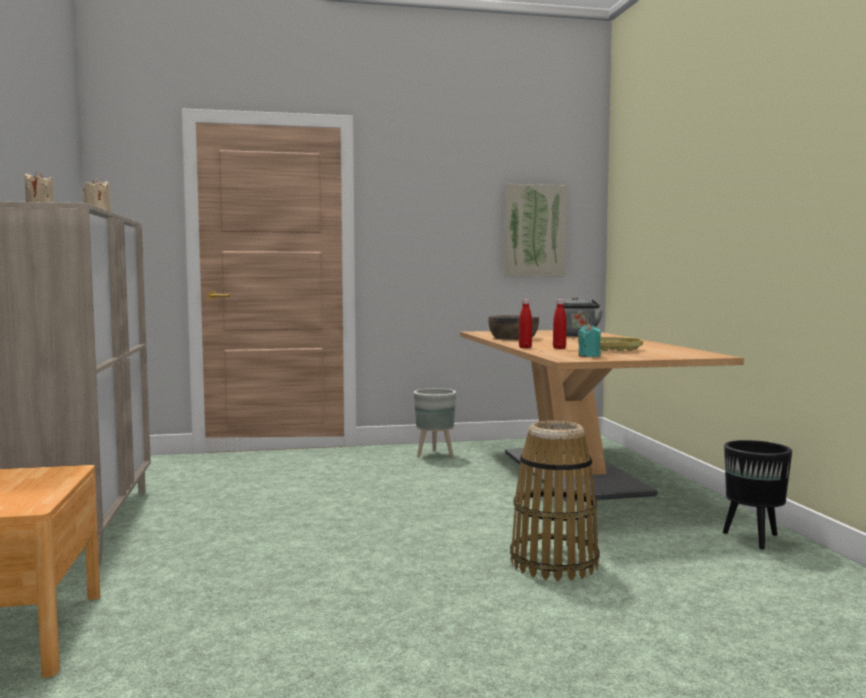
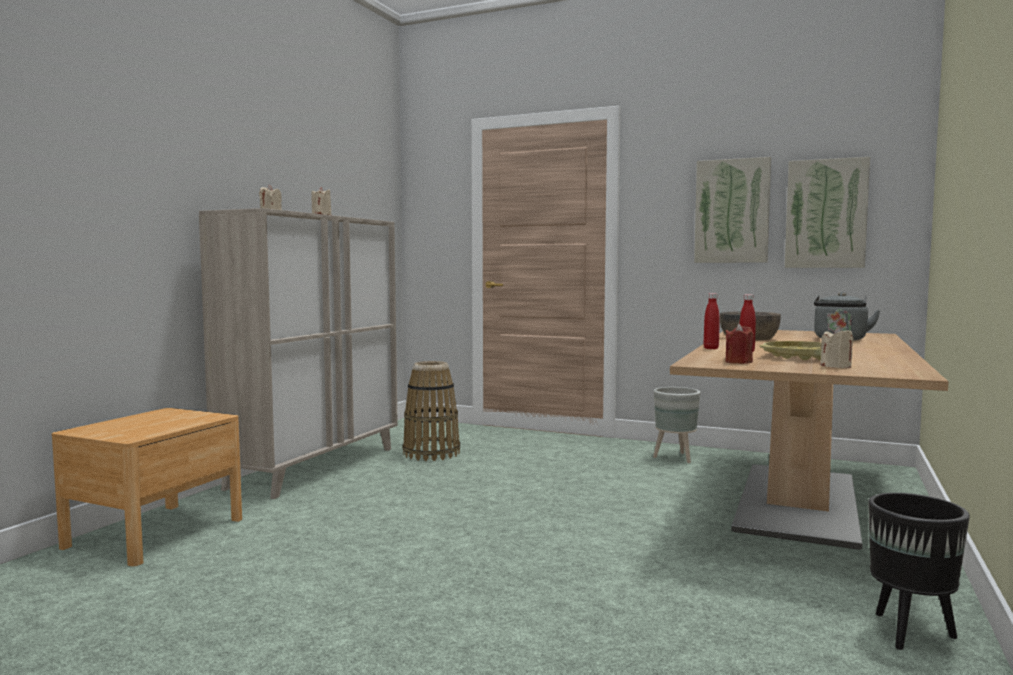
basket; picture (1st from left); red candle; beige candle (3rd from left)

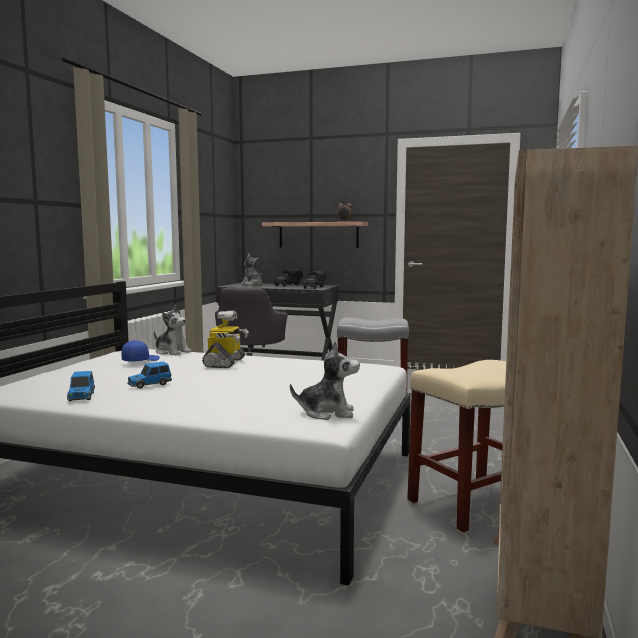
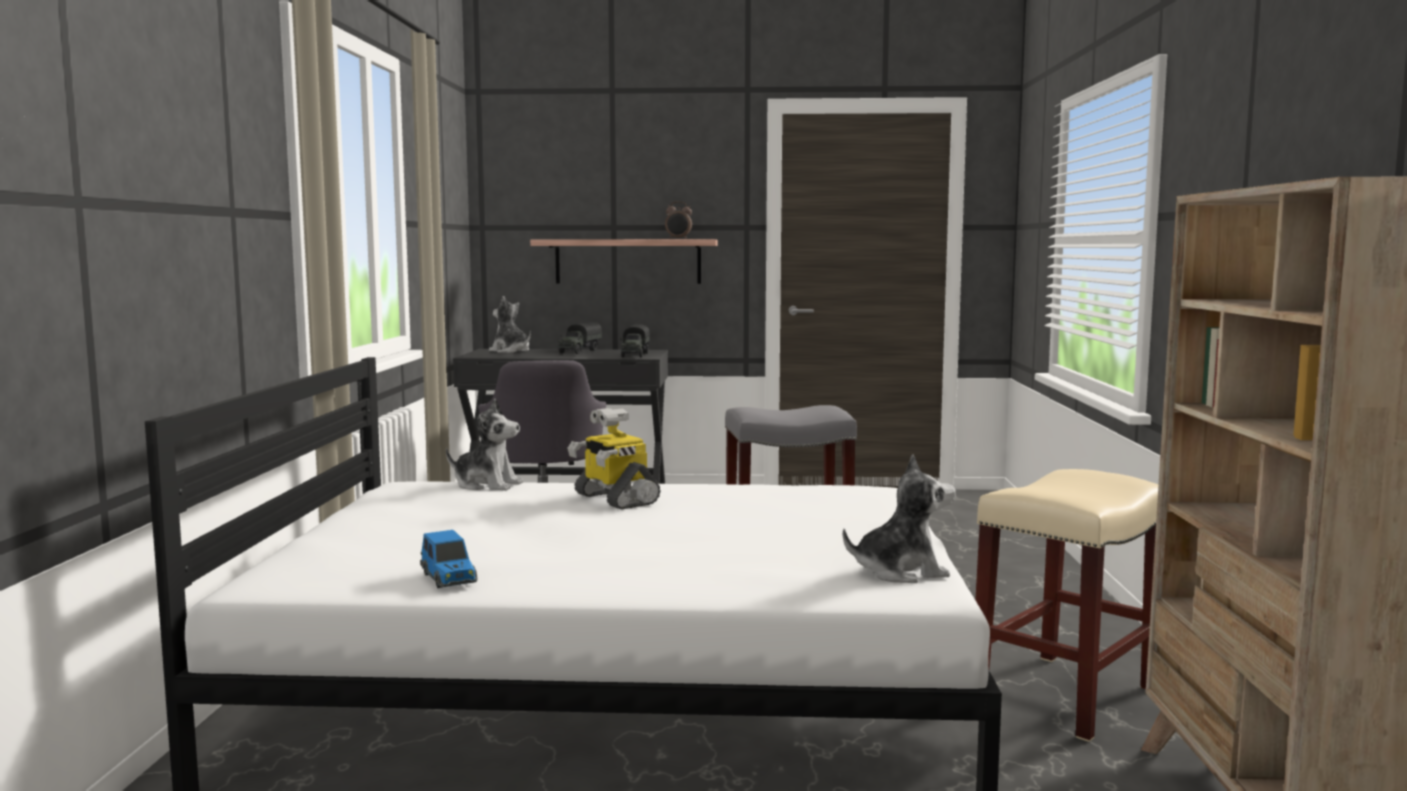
toy robot; blue cap; toy car (2nd from left in the first image)

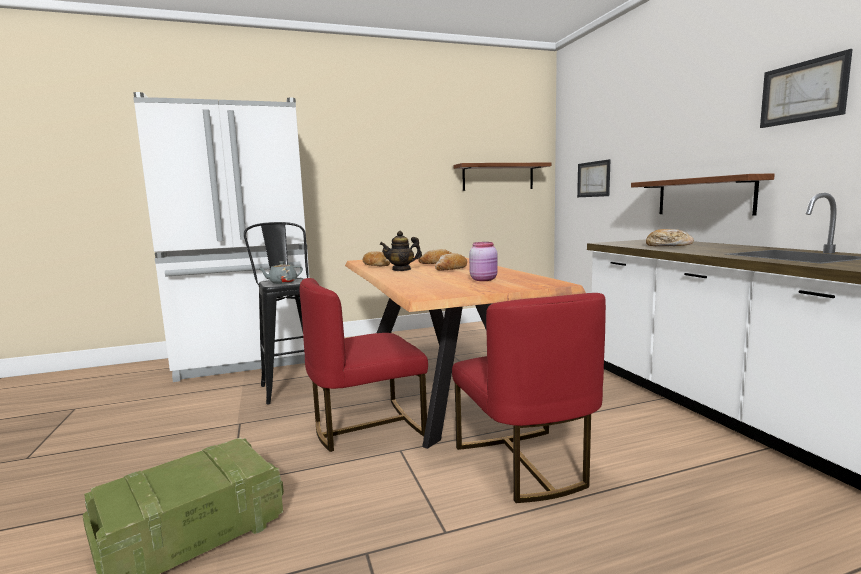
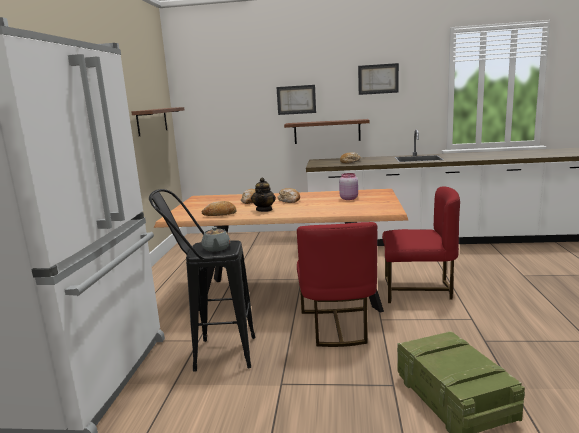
picture (1st from left)

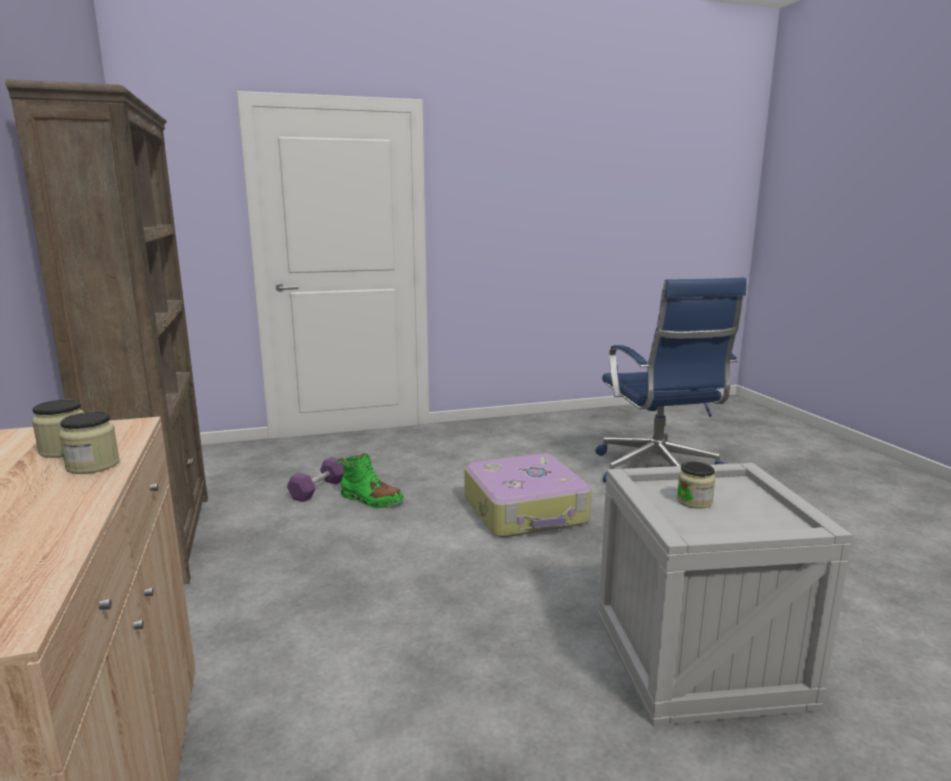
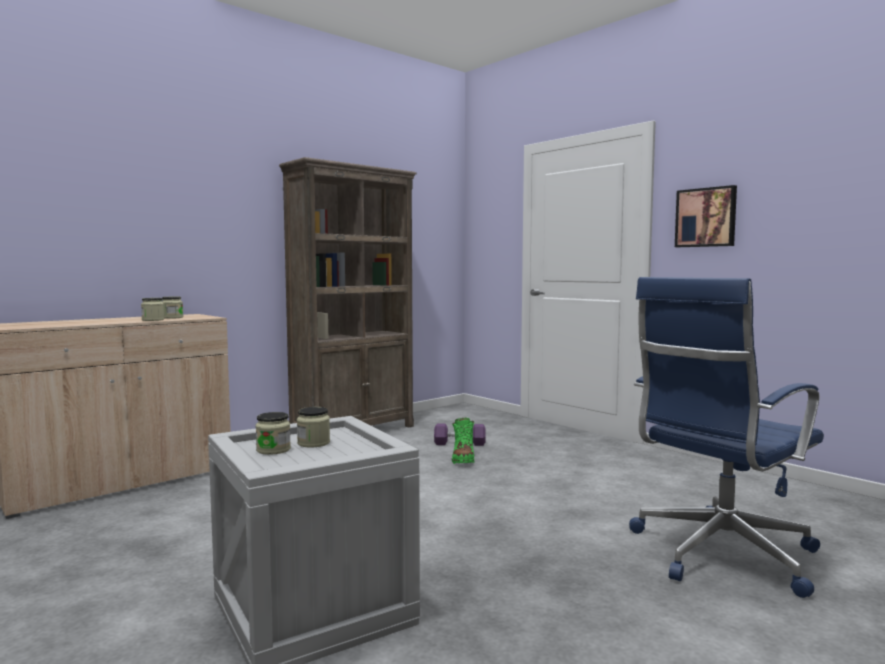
jar (3rd from left); picture; suitcase

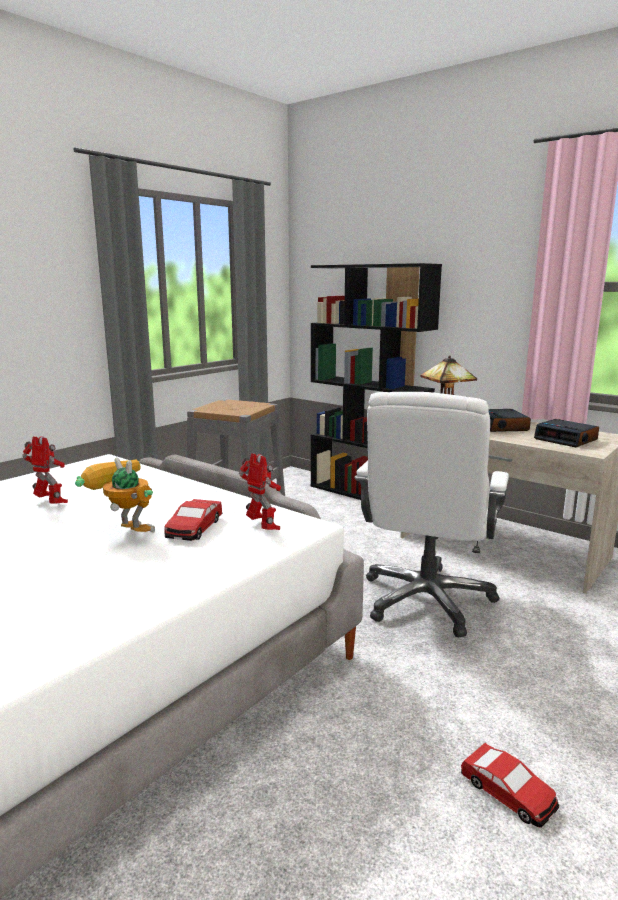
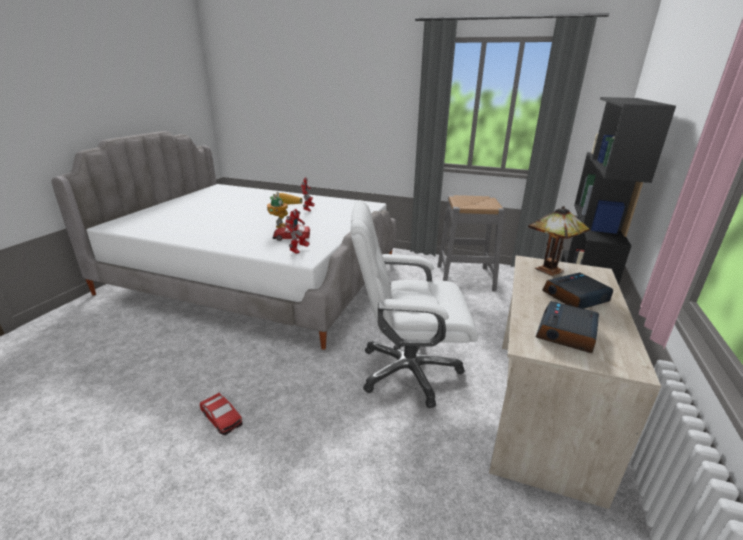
toy car (1st from left)

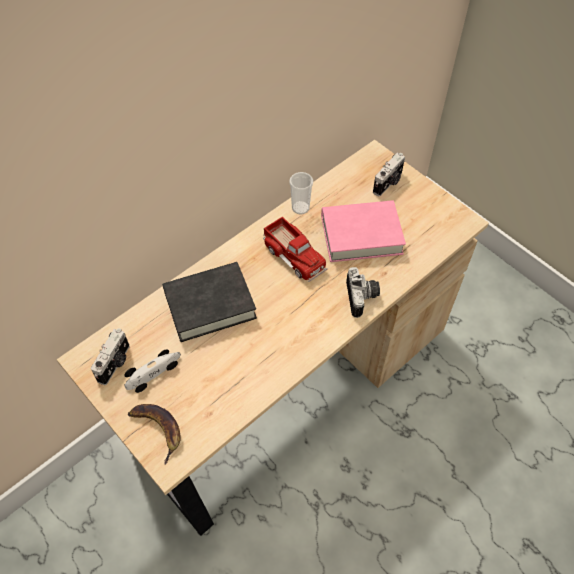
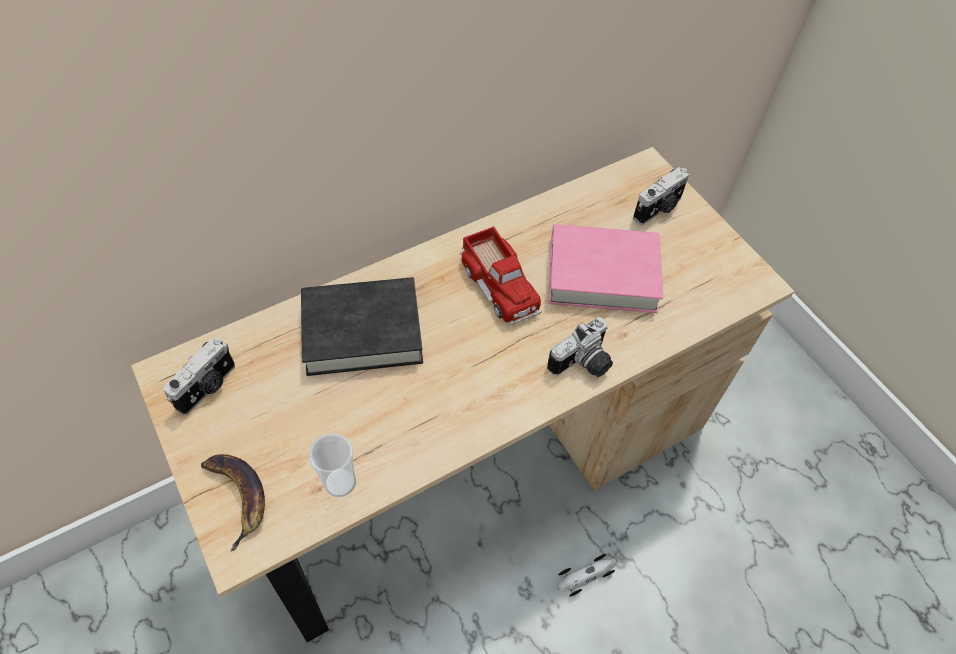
cup; photo camera (2nd from left); toy car

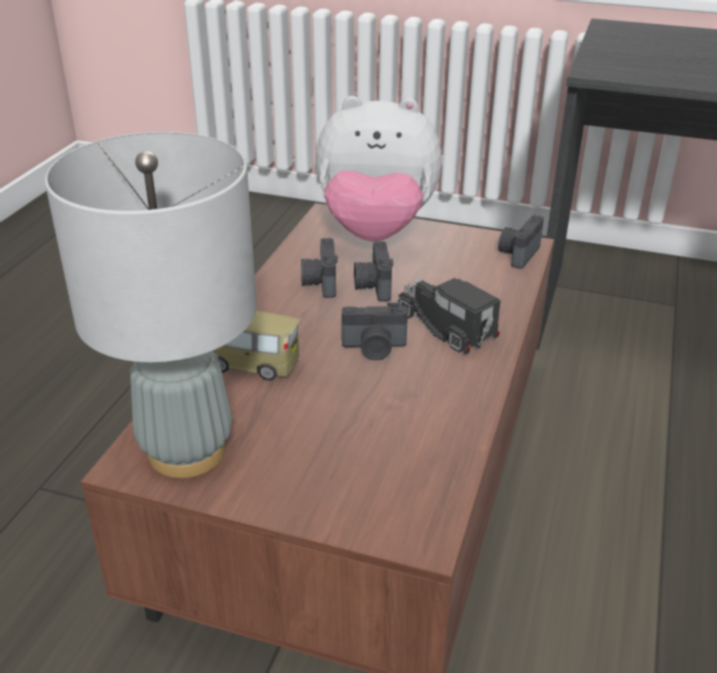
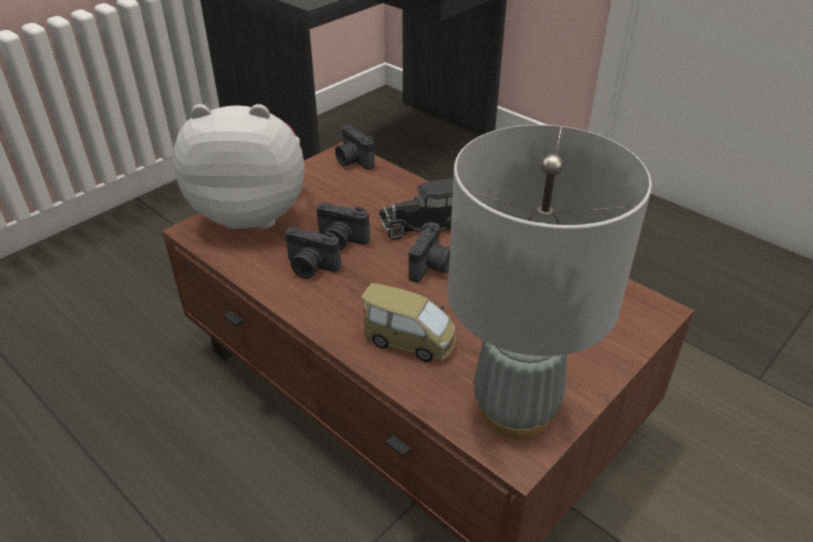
plush toy; toy car

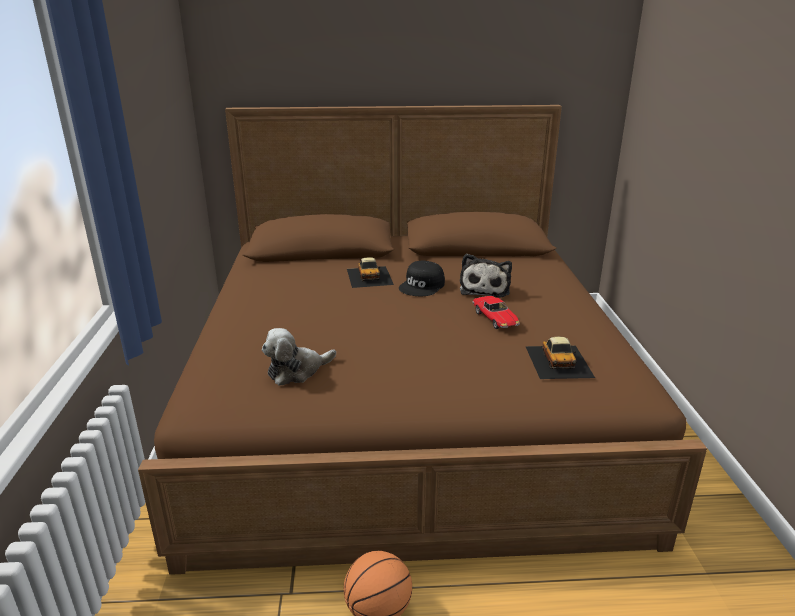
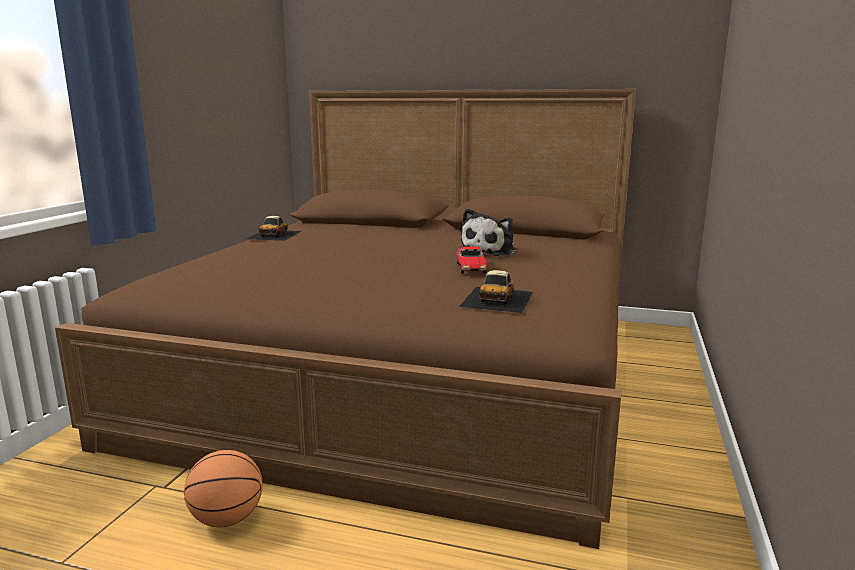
toy car (1st from left); plush toy (1st from left in the first image); black cap

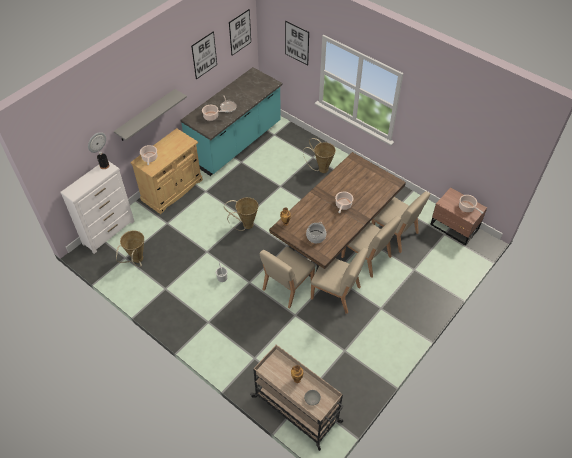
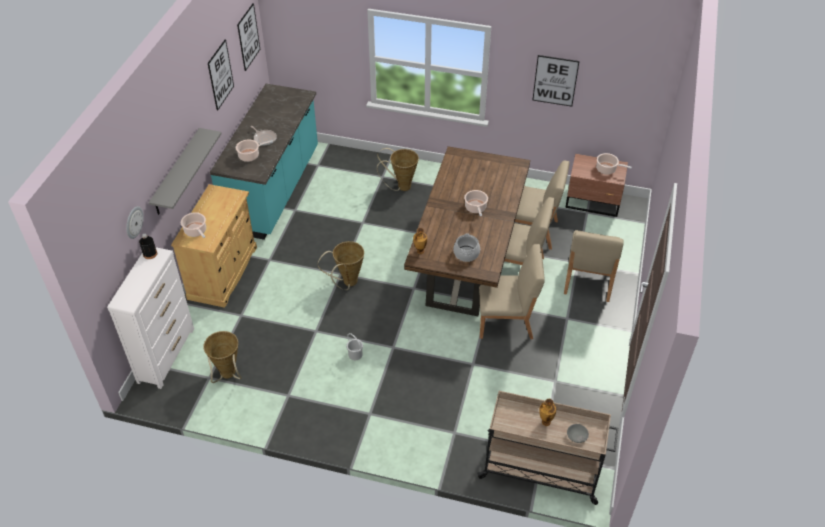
picture (3rd from left); beige chair (4th from left)

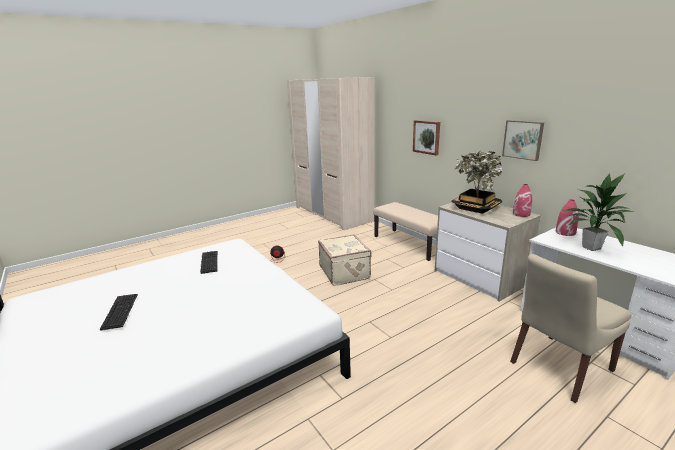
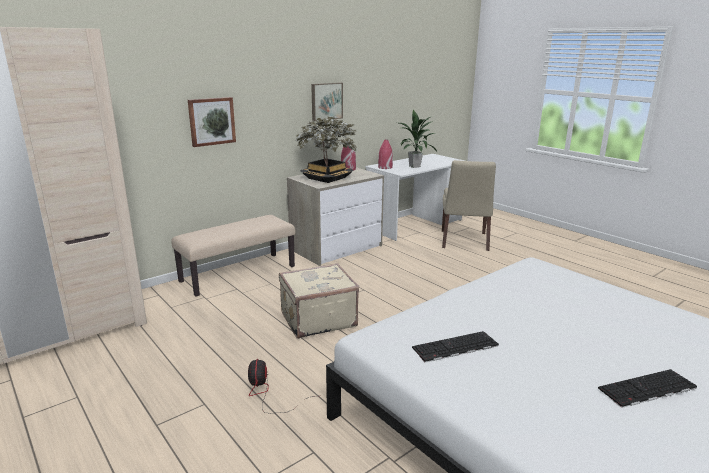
beige chair

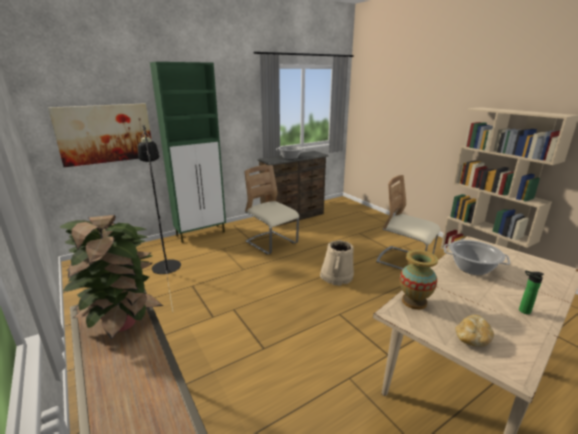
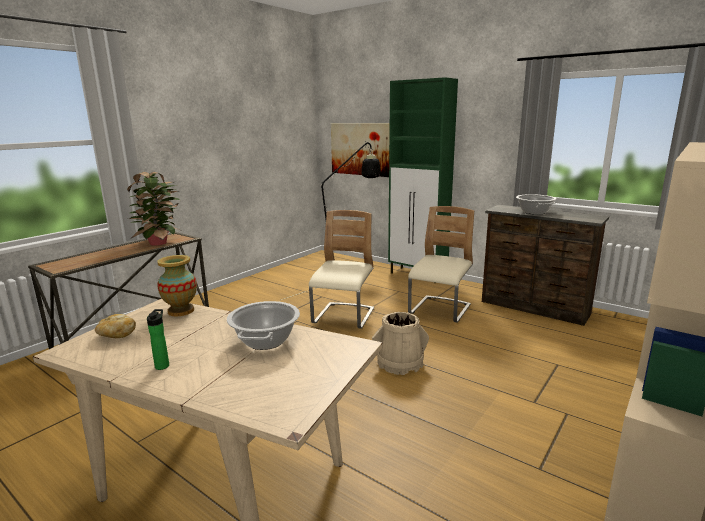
beige chair (1st from left)

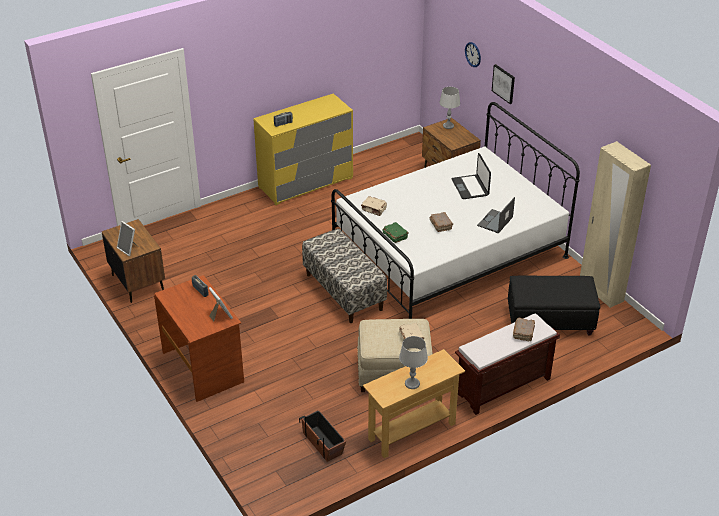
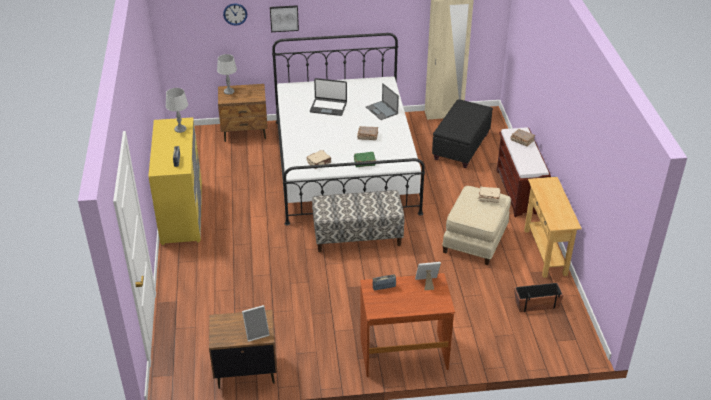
grey table lamp (1st from left)

